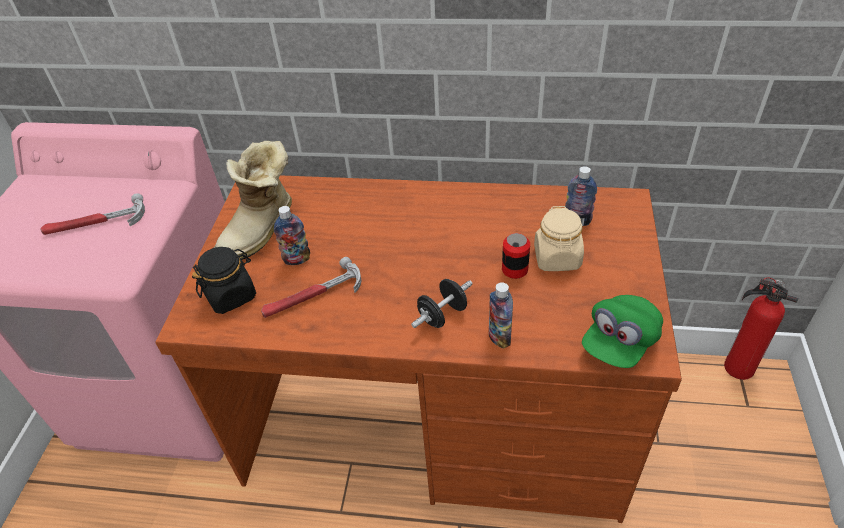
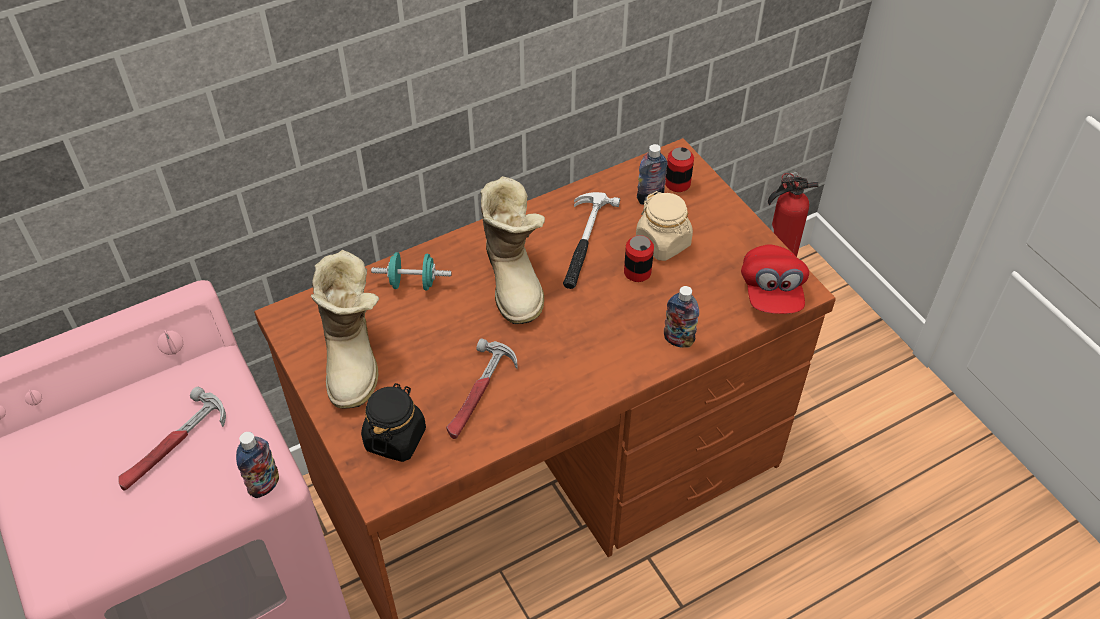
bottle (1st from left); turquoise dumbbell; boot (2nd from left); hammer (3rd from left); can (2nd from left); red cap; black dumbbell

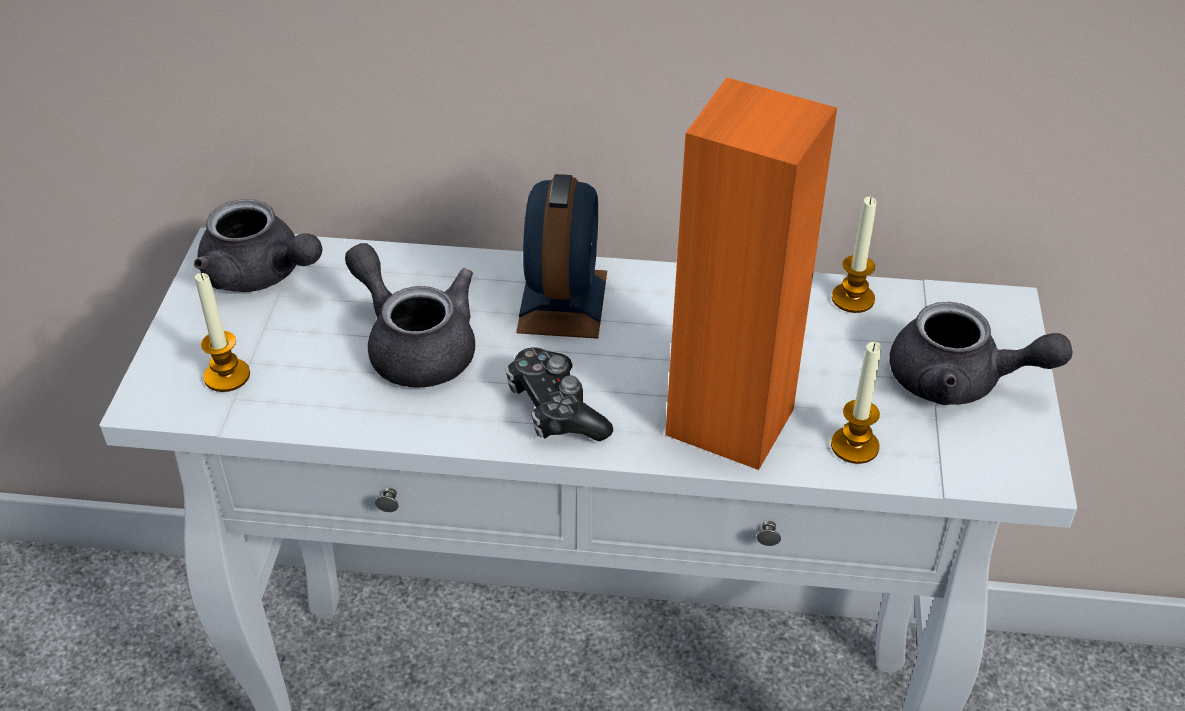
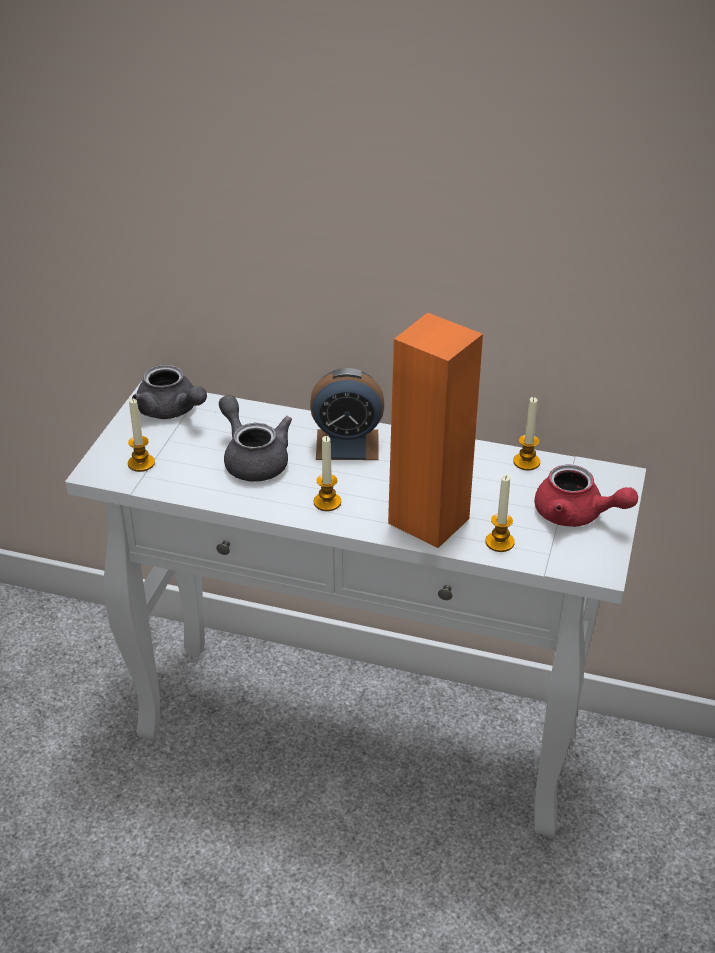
alarm clock; candle (2nd from left); red teapot

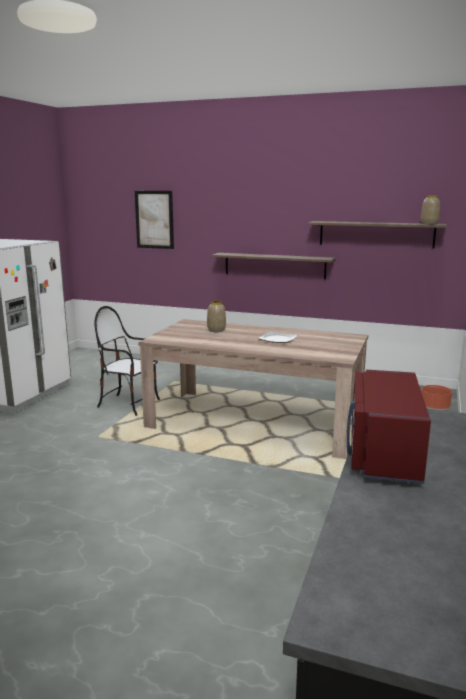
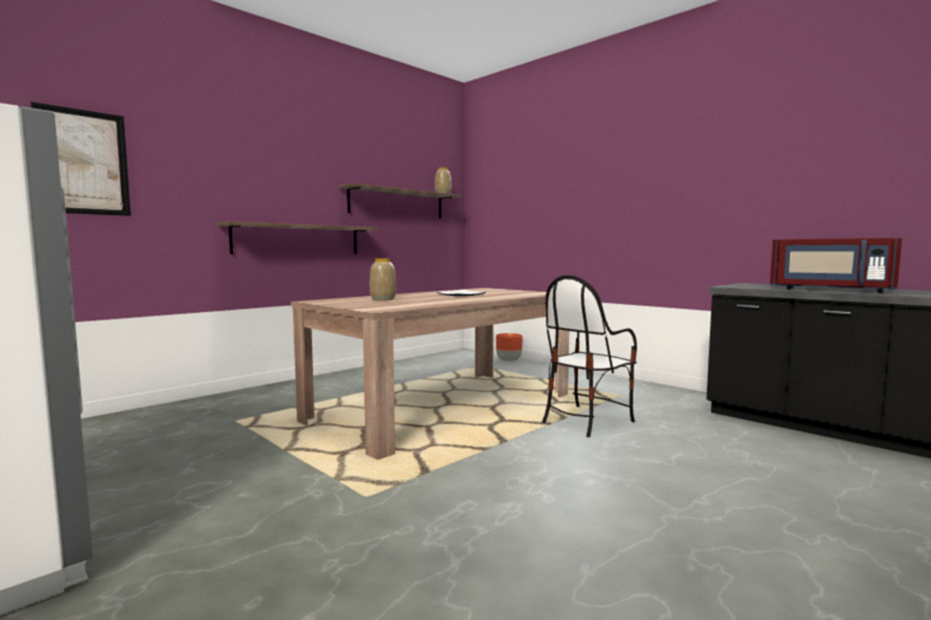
chair

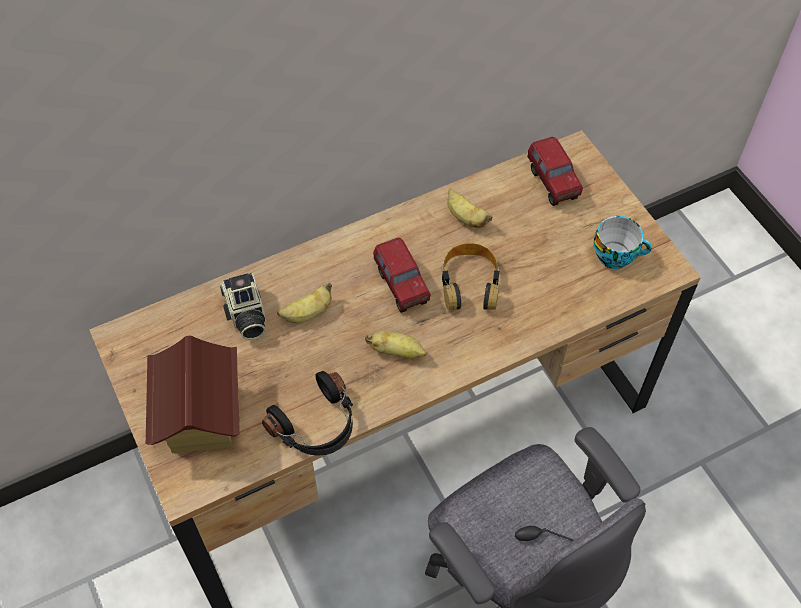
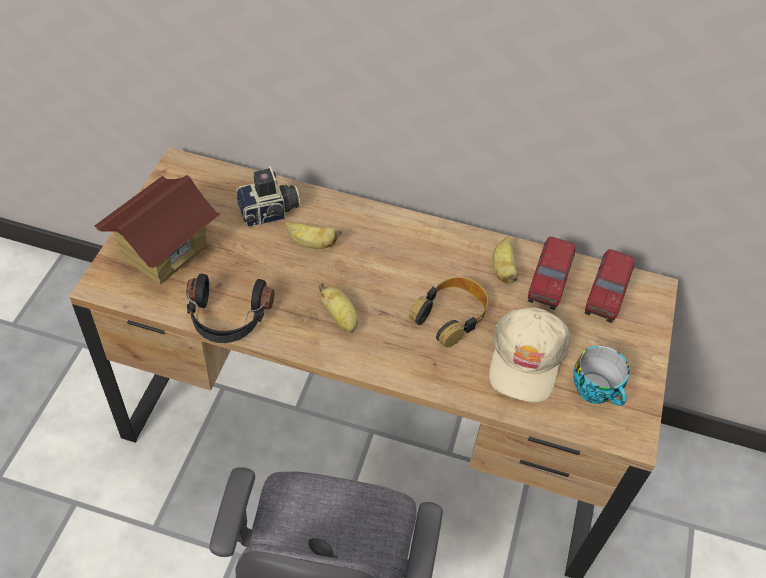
photo camera; beige cap; toy truck (1st from left)

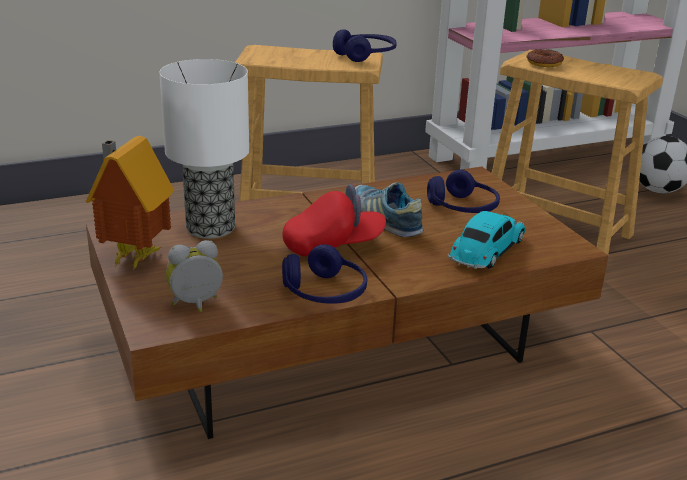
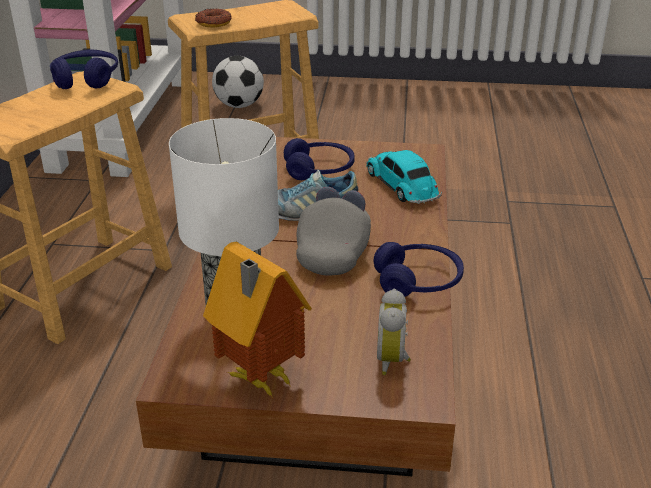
grey cap

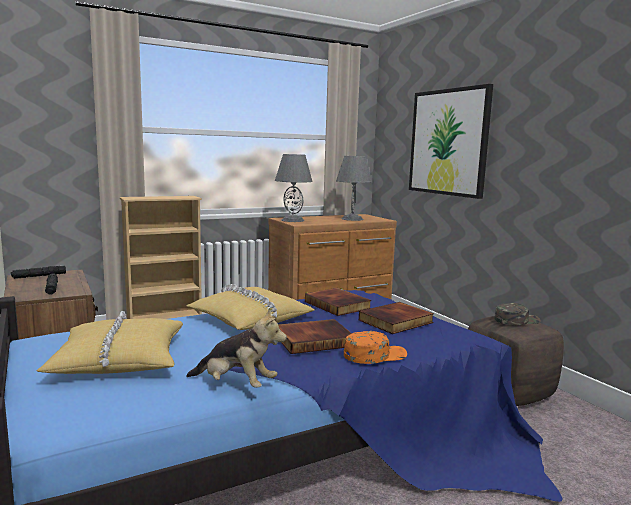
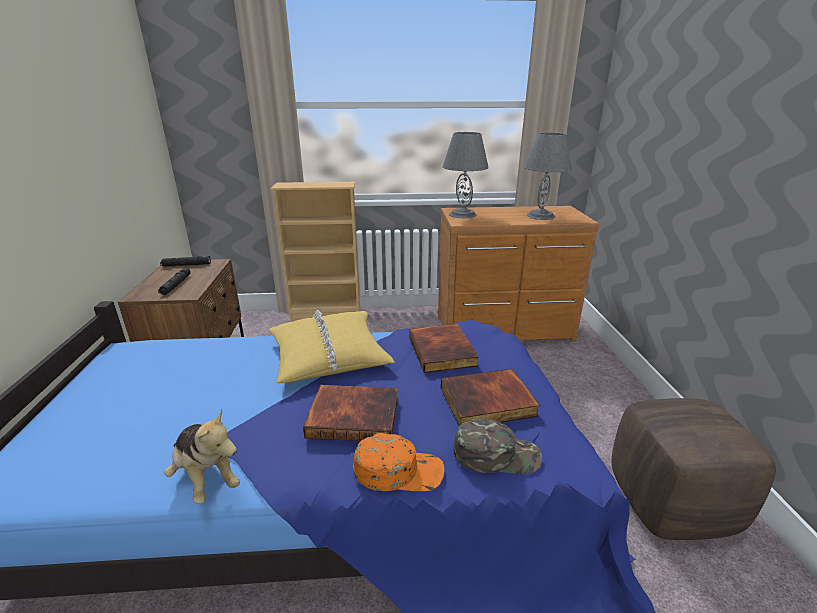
green cap; yellow pillow (1st from left in the first image); picture

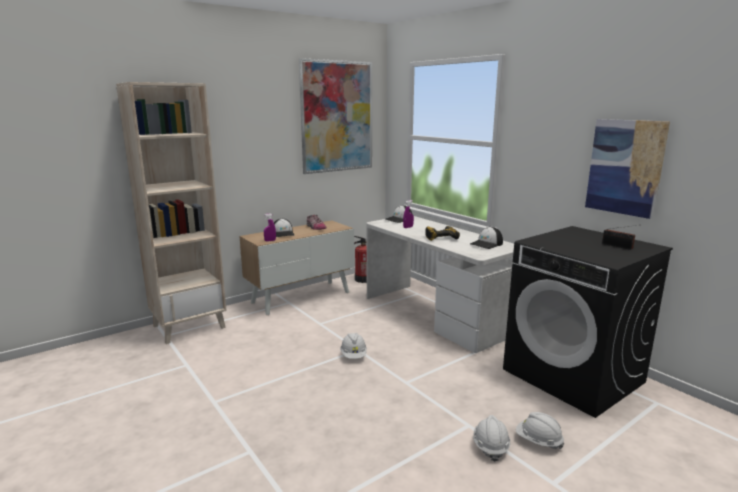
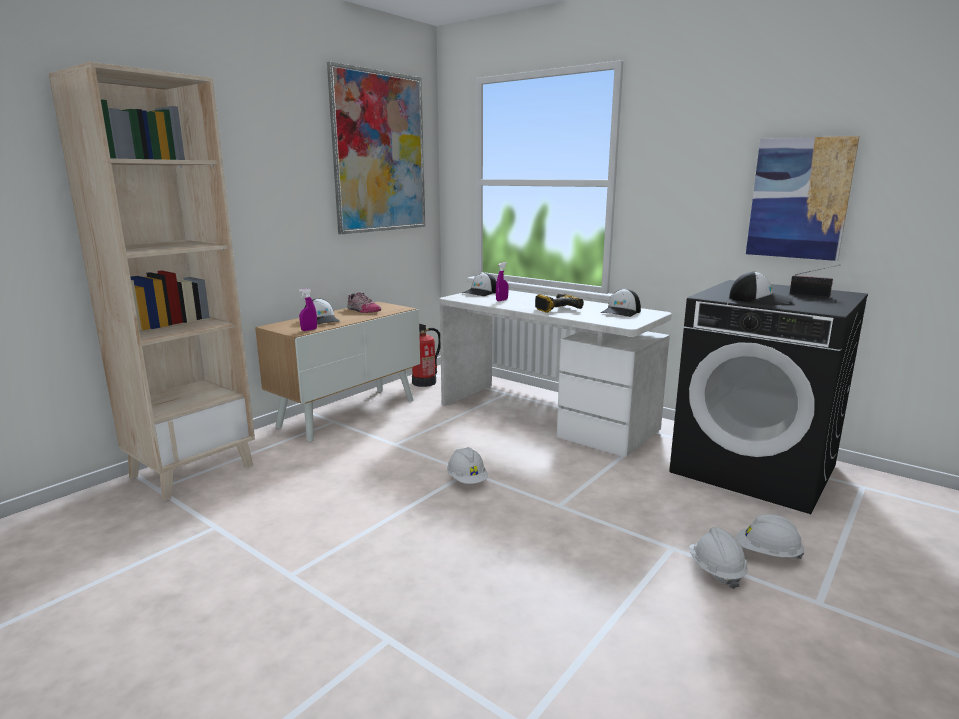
cap (4th from left)

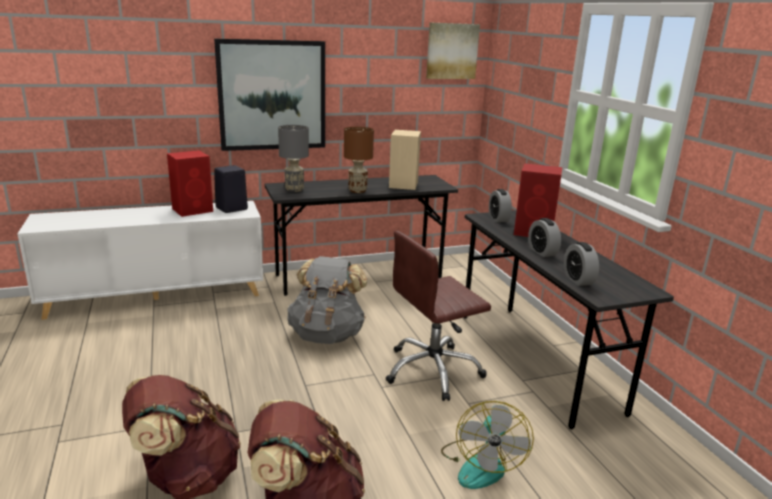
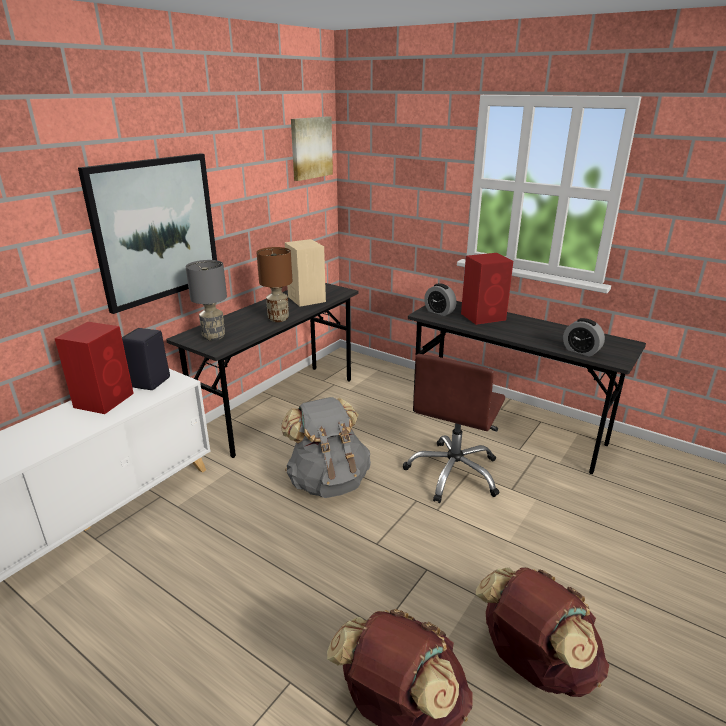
fan; alarm clock (2nd from left in the first image)

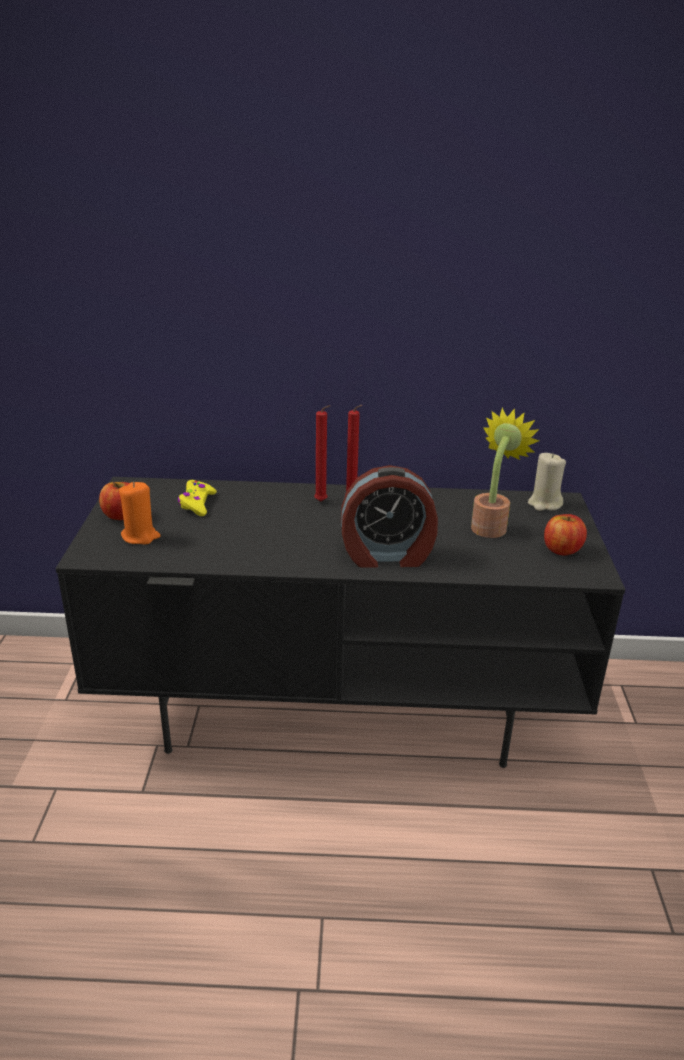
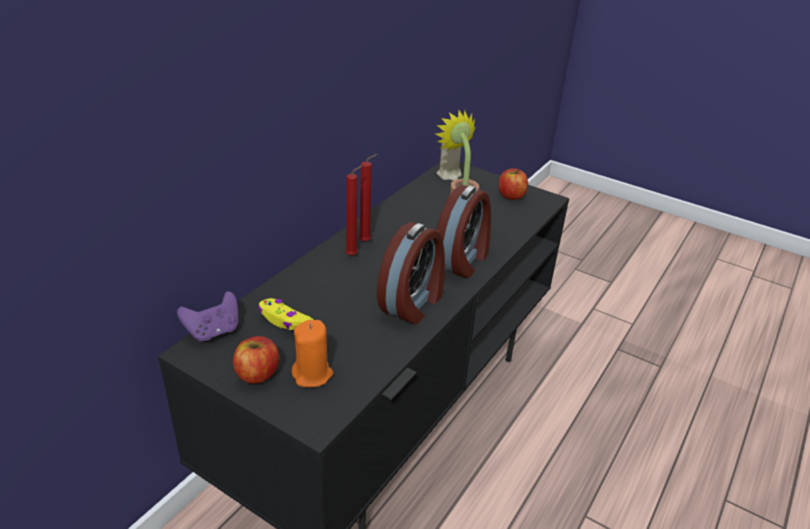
purple game controller; alarm clock (1st from left)

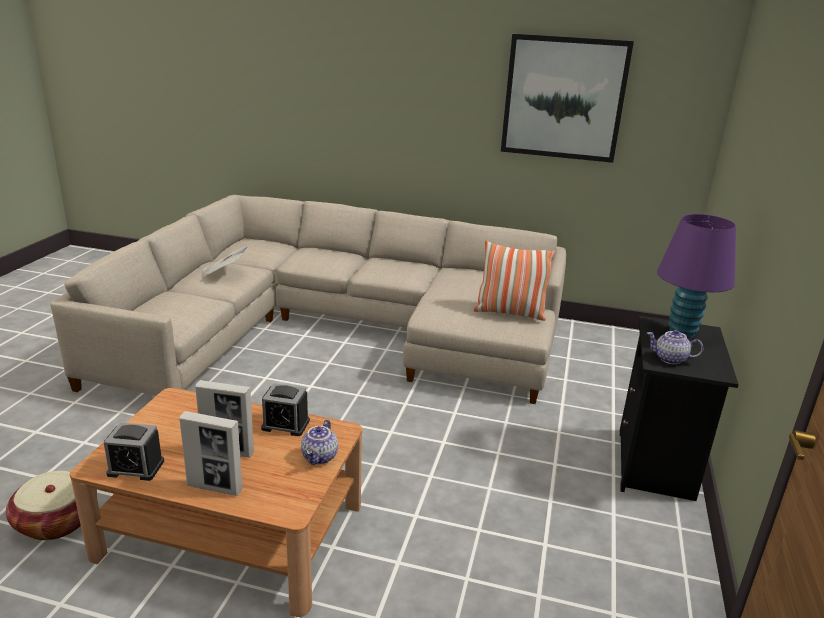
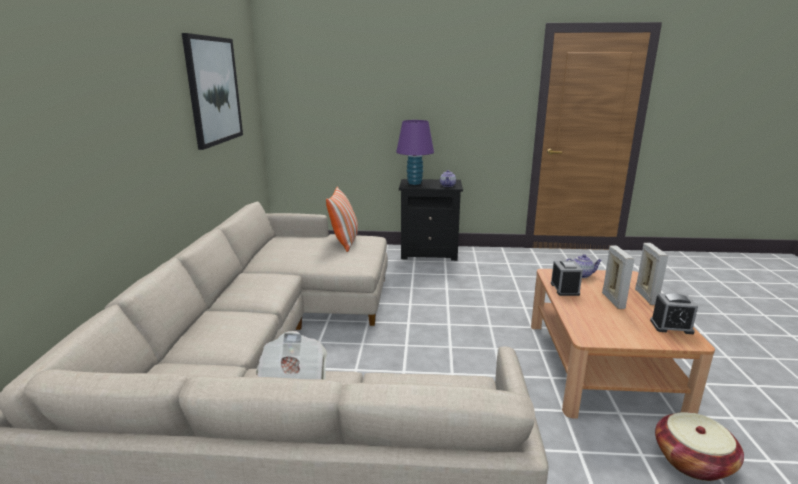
alarm clock (2nd from left)

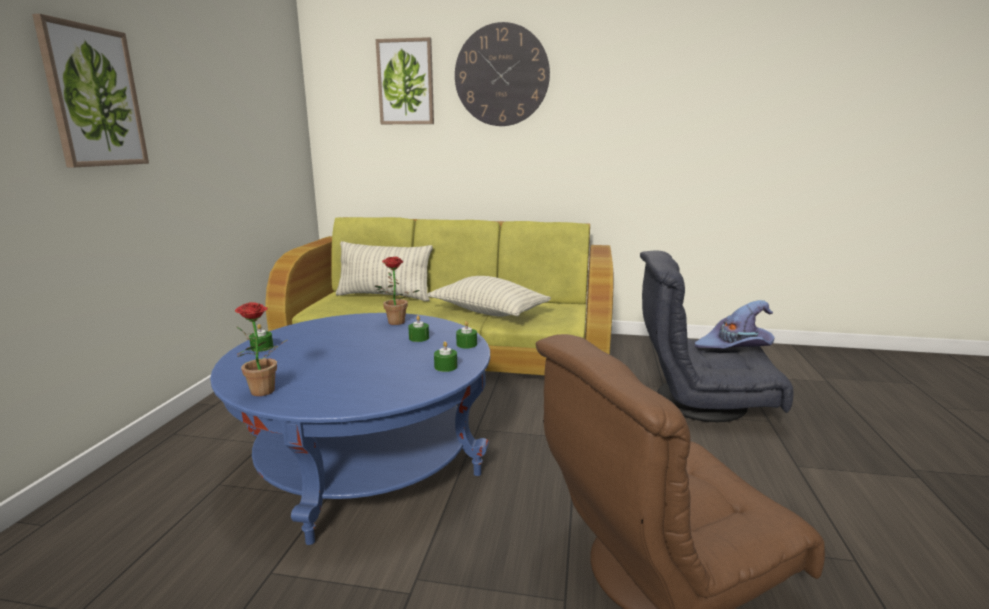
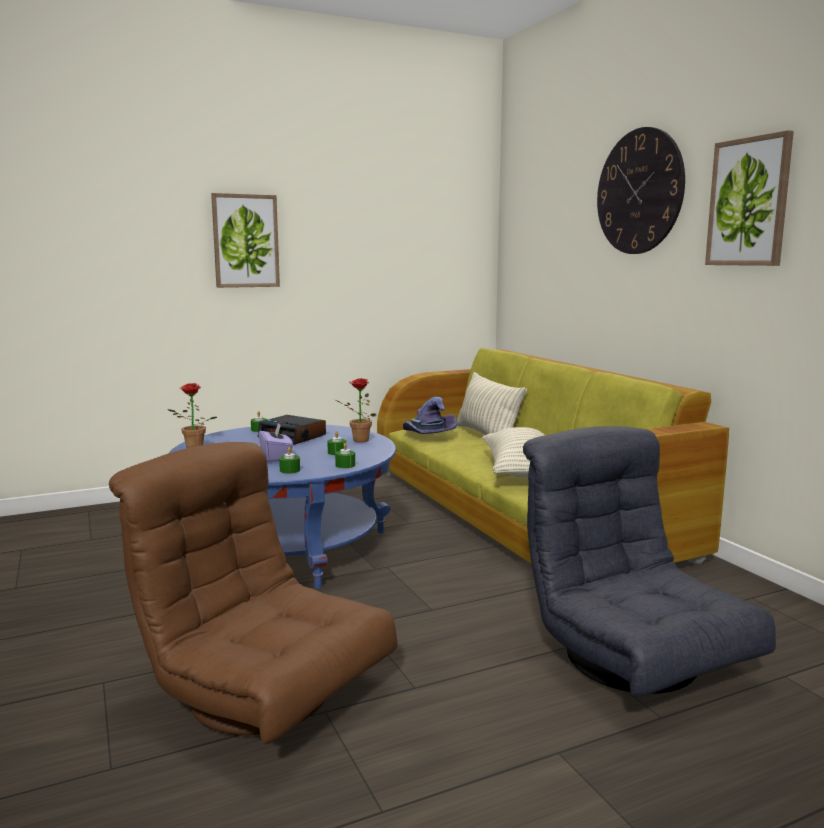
alarm clock; purple tissue box; purple hat; picture (2nd from left)

